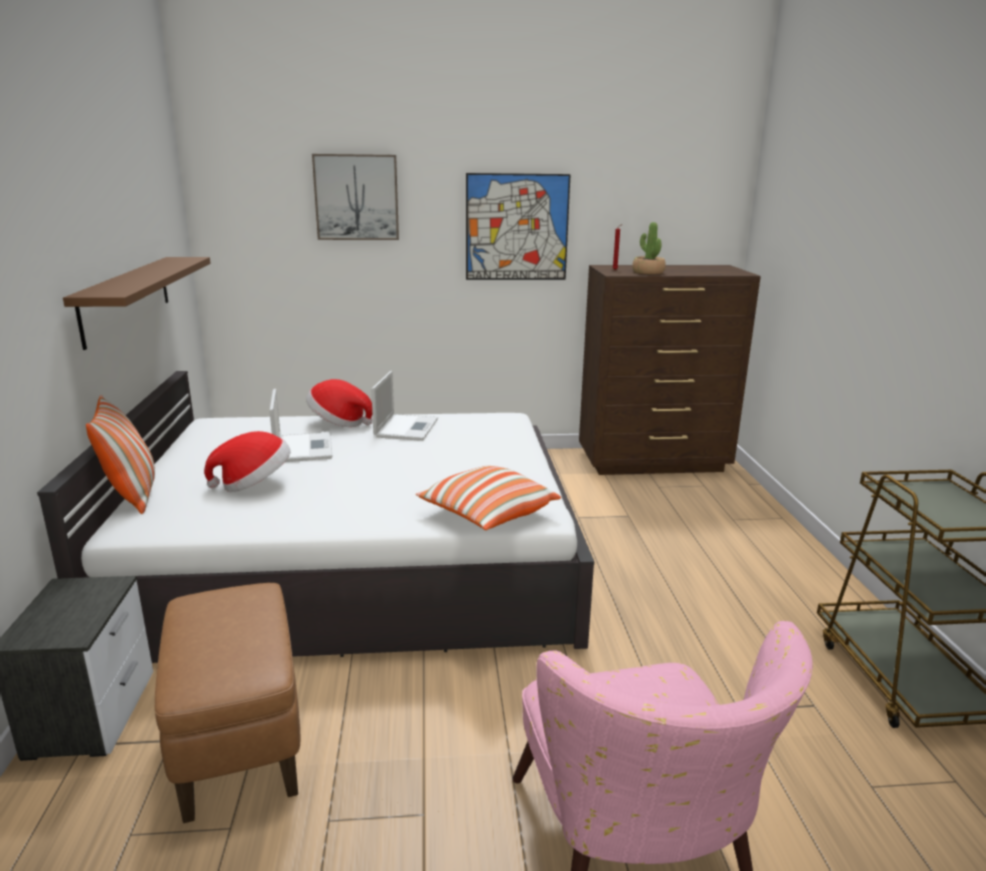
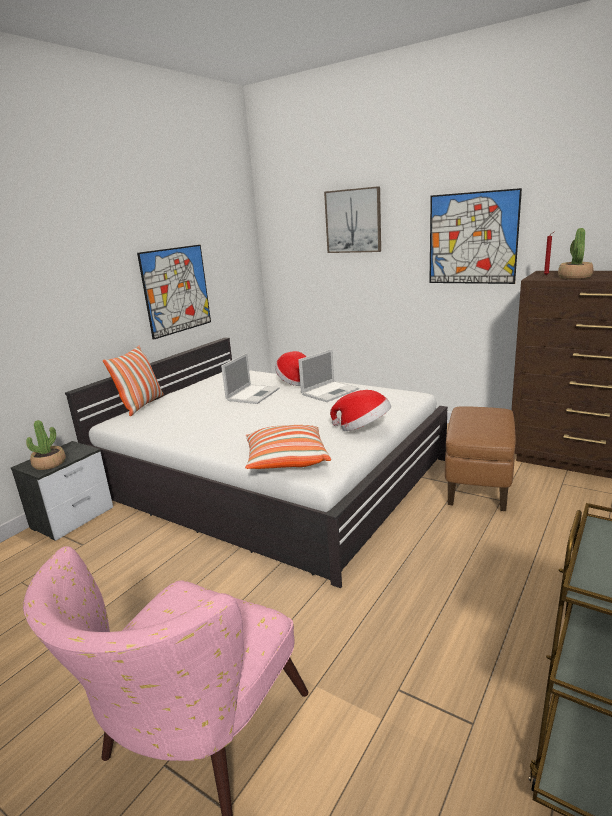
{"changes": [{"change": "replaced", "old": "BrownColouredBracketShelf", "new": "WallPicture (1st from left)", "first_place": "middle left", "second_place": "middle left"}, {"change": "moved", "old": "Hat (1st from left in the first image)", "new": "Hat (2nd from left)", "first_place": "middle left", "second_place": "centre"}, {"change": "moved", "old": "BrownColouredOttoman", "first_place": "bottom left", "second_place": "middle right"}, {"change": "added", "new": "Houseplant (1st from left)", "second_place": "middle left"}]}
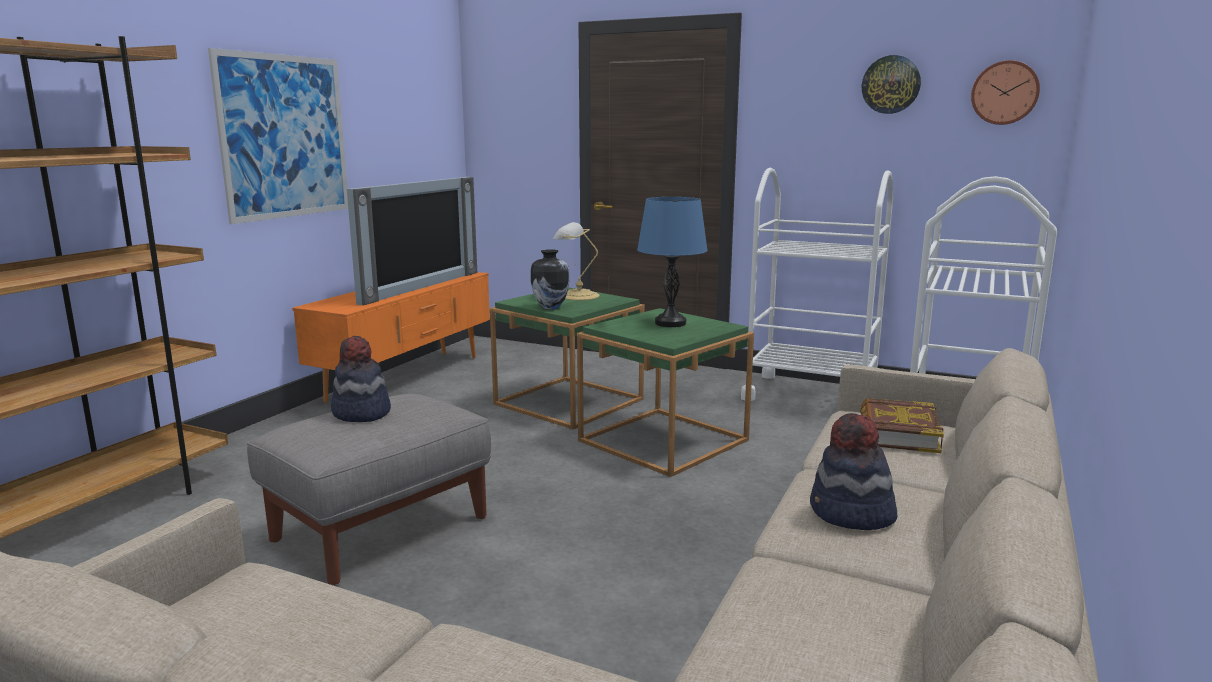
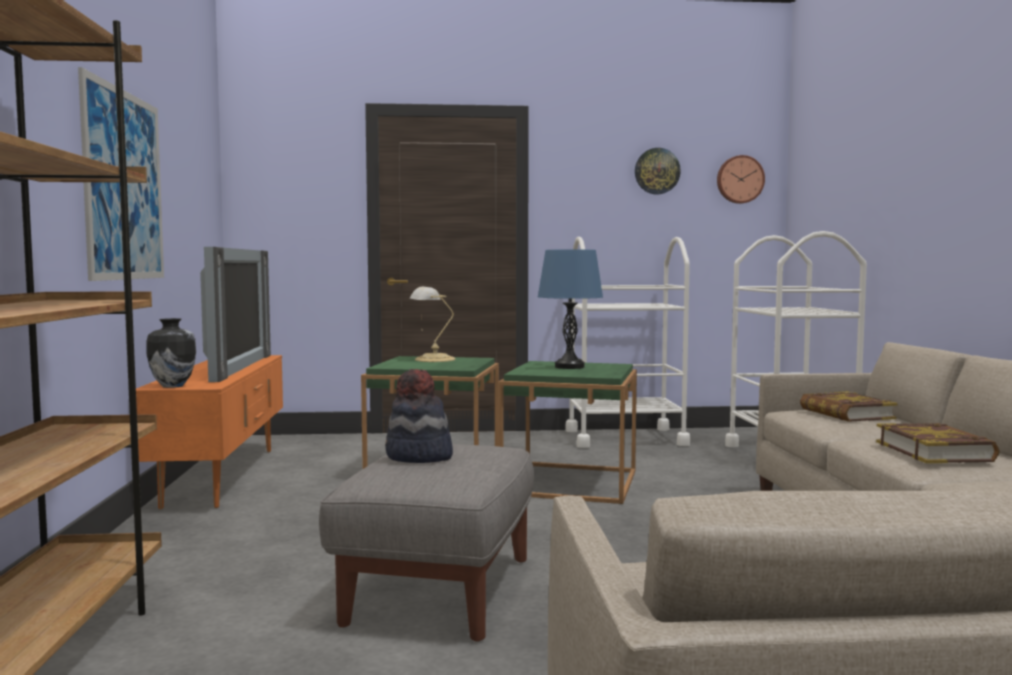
{"changes": [{"change": "moved", "old": "FlowerVase", "first_place": "centre", "second_place": "middle left"}, {"change": "replaced", "old": "Hat (2nd from left)", "new": "BoundBook (2nd from left)", "first_place": "bottom right", "second_place": "middle right"}]}
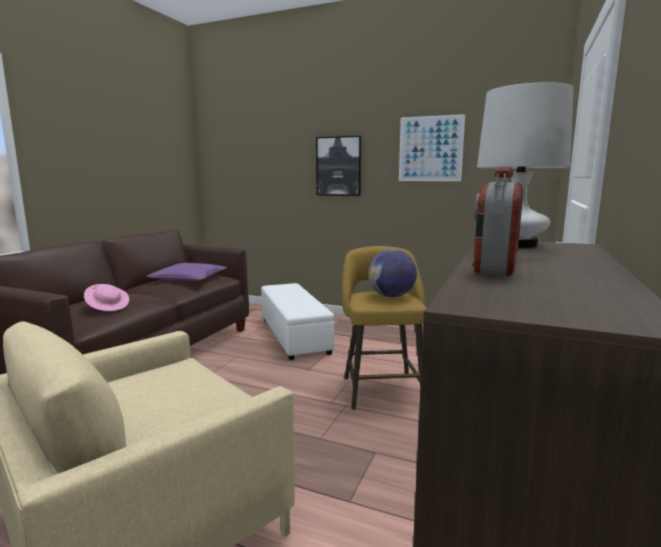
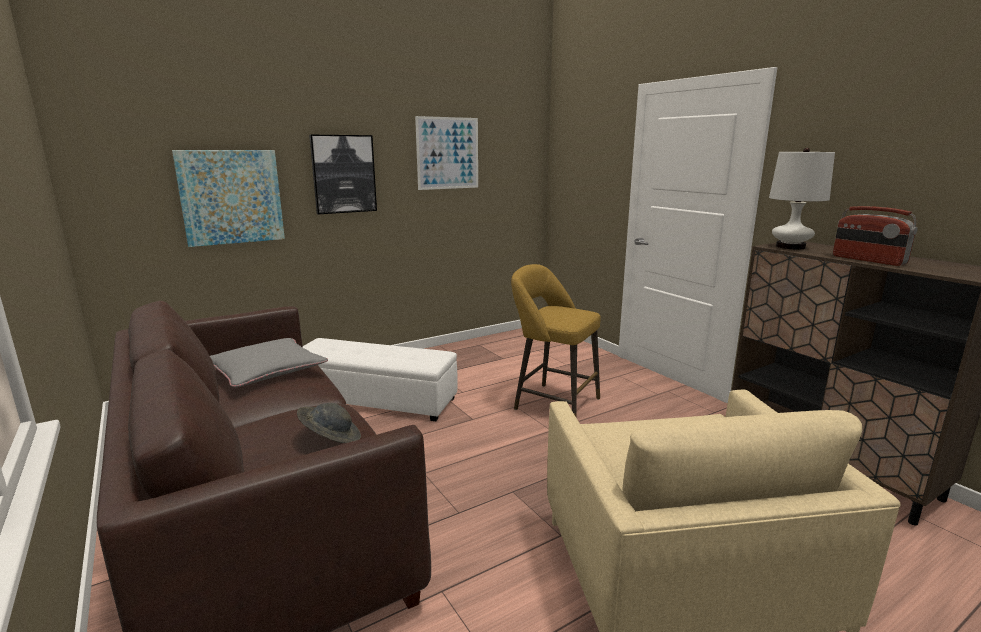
{"changes": [{"change": "removed", "old": "Globe", "first_place": "centre"}, {"change": "recoloured", "old": "PurplishCushion", "new": "GrayCushion", "first_place": "middle left", "second_place": "middle left"}, {"change": "recoloured", "old": "PinkishHat", "new": "GrayHat", "first_place": "middle left", "second_place": "bottom centre"}, {"change": "added", "new": "WallPicture (1st from left)", "second_place": "top left"}]}
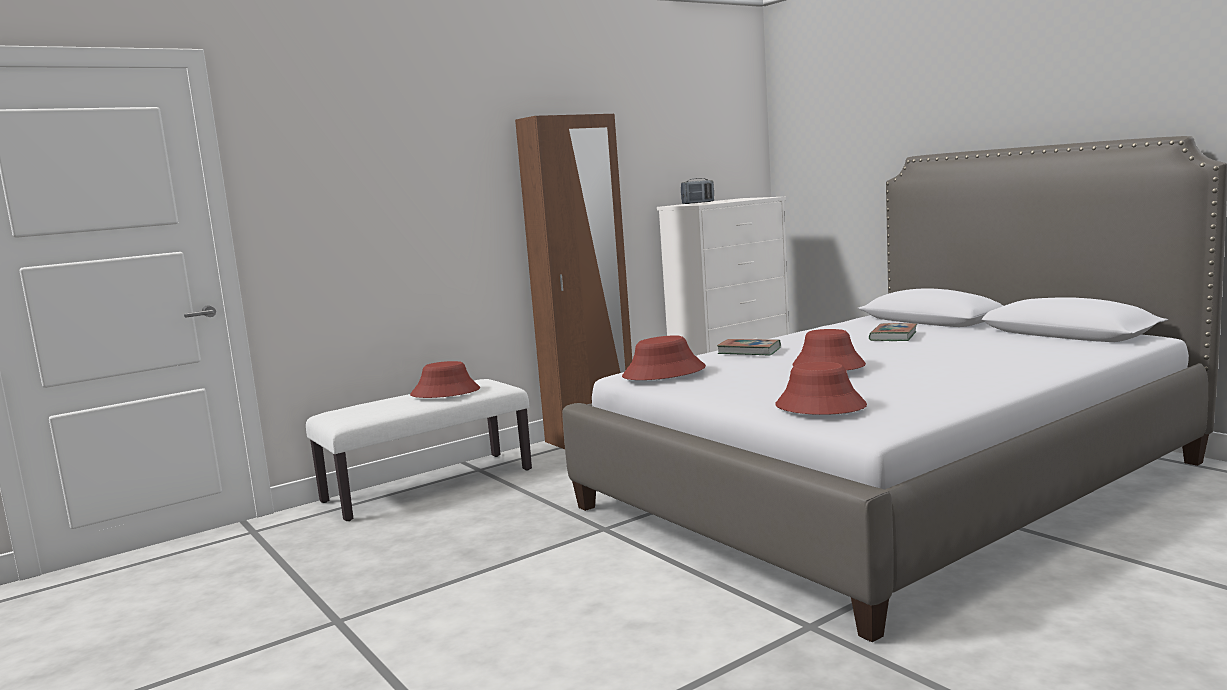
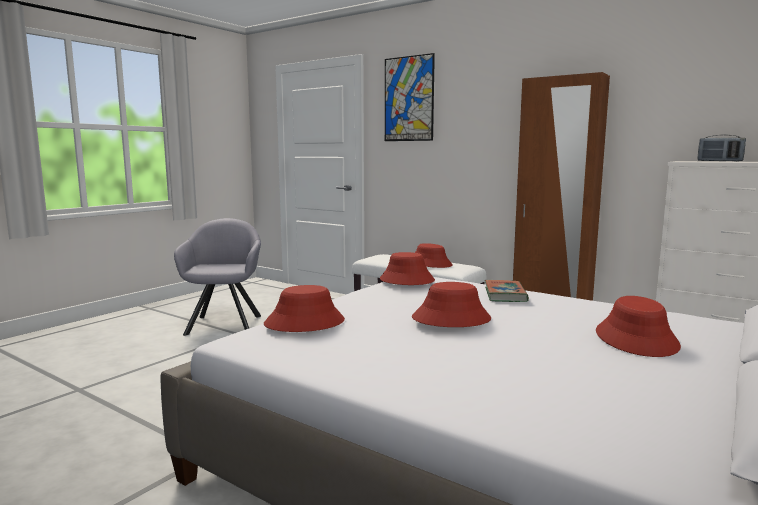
{"changes": [{"change": "replaced", "old": "BoundBook (2nd from left)", "new": "ReddishHat (5th from left)", "first_place": "middle right", "second_place": "middle right"}, {"change": "added", "new": "WallPicture", "second_place": "top centre"}, {"change": "added", "new": "GrayLoungeChair", "second_place": "middle left"}]}
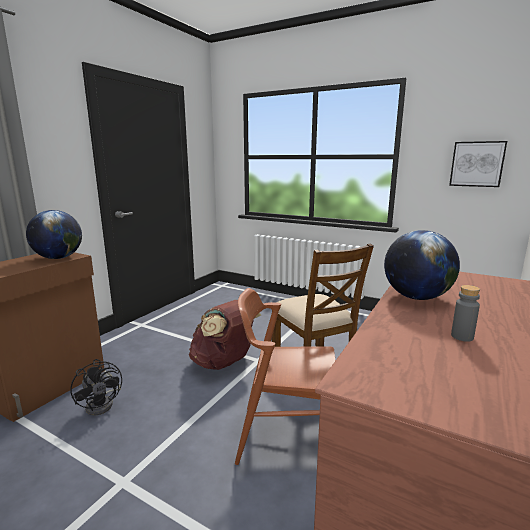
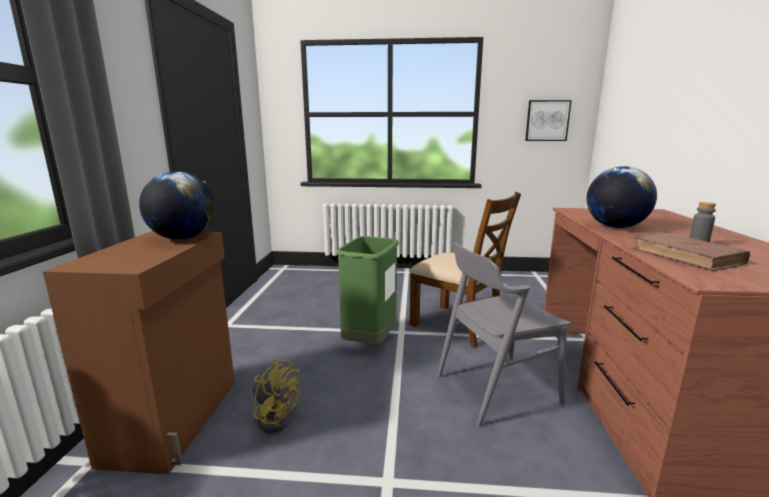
{"changes": [{"change": "recoloured", "old": "BrownColouredPlainChair (1st from left)", "new": "GrayPlainChair", "first_place": "bottom centre", "second_place": "bottom centre"}, {"change": "replaced", "old": "BrownColouredKnapsack", "new": "GreenishWasteBin", "first_place": "centre", "second_place": "centre"}, {"change": "recoloured", "old": "BlackColouredFan", "new": "YellowColouredFan", "first_place": "bottom left", "second_place": "bottom centre"}, {"change": "added", "new": "BrownColouredBoundBook", "second_place": "middle right"}]}
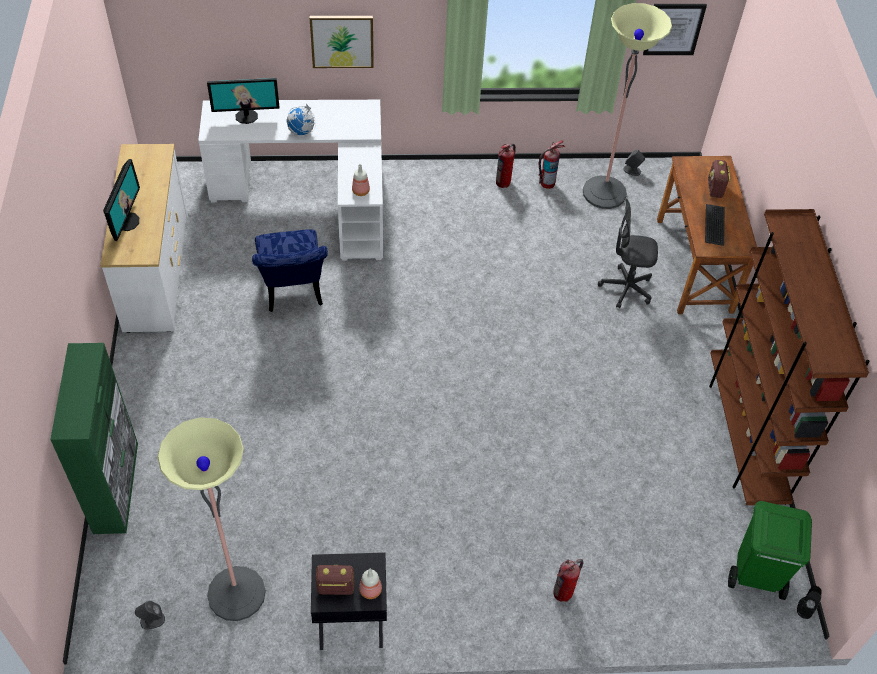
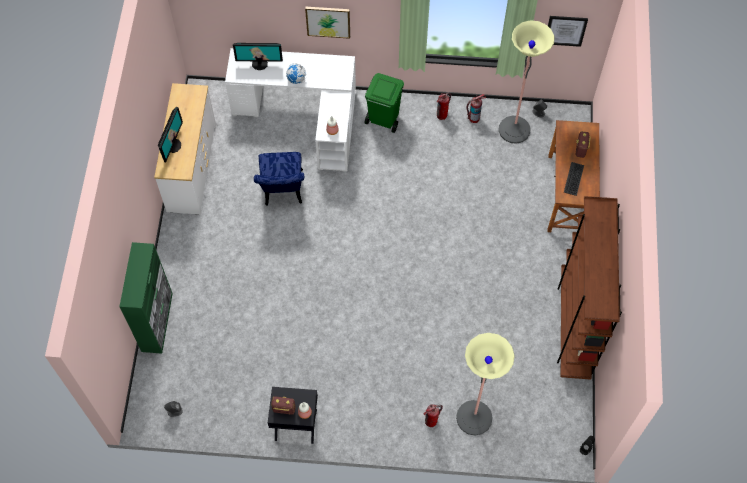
{"changes": [{"change": "removed", "old": "GrayComputerChair", "first_place": "middle right"}, {"change": "moved", "old": "StandingLamp (1st from left)", "first_place": "bottom left", "second_place": "bottom centre"}, {"change": "moved", "old": "GreenishWasteBin", "first_place": "bottom right", "second_place": "top centre"}]}
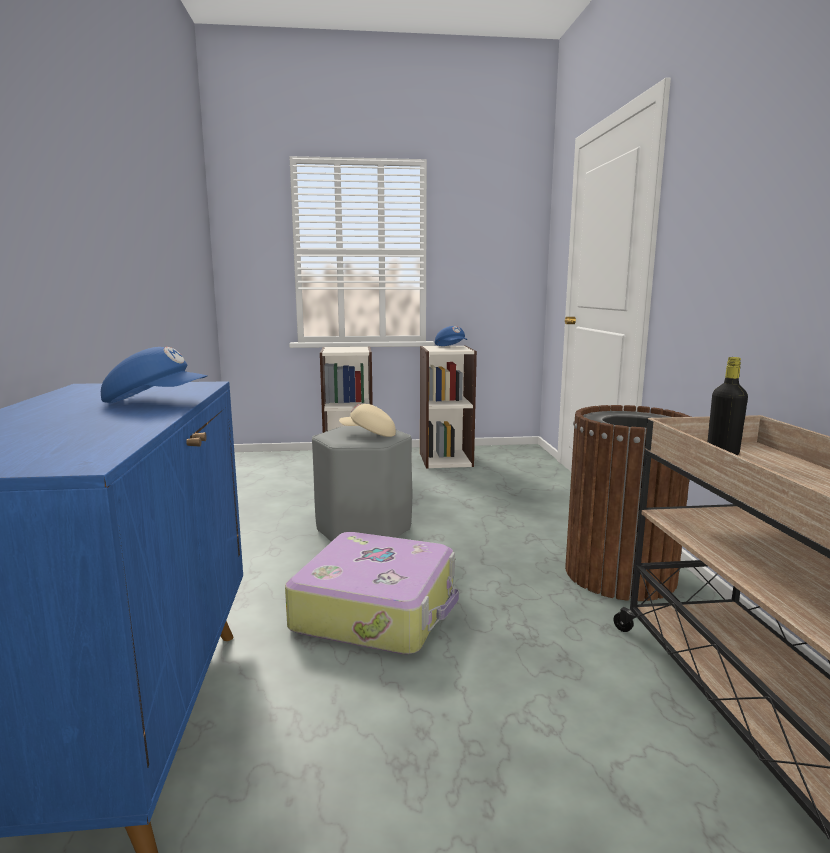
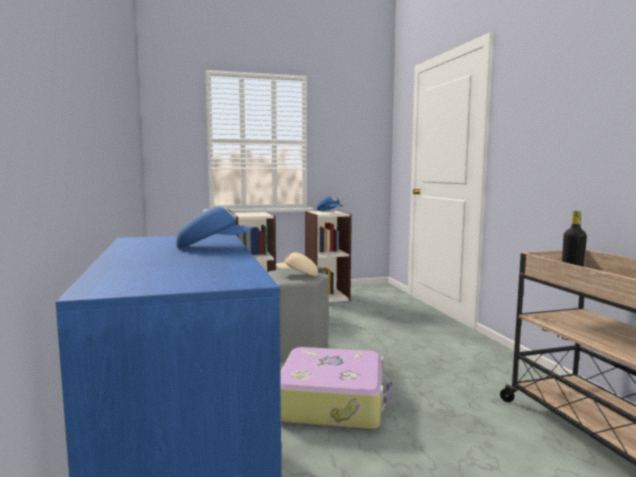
{"changes": [{"change": "removed", "old": "BrownColouredWasteBin", "first_place": "middle right"}]}
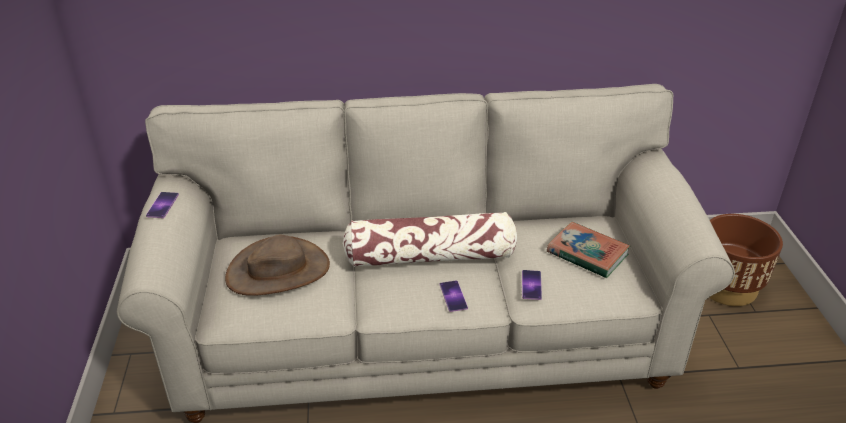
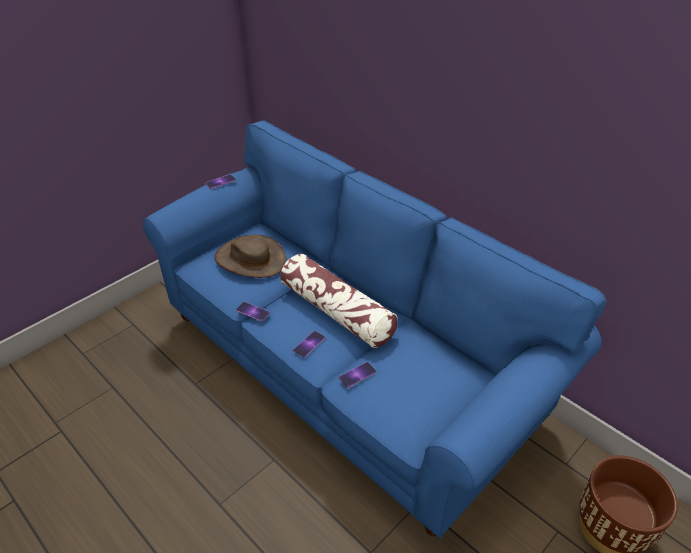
{"changes": [{"change": "recoloured", "old": "SandColouredCouch", "new": "BluishCouch", "first_place": "centre", "second_place": "centre"}, {"change": "removed", "old": "BoundBook", "first_place": "middle right"}, {"change": "added", "new": "Telephone (2nd from left)", "second_place": "centre"}]}
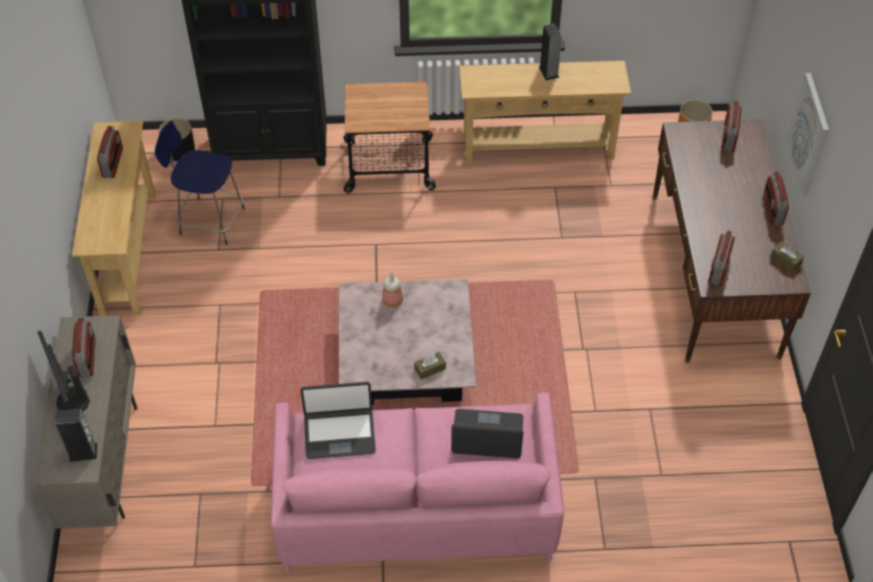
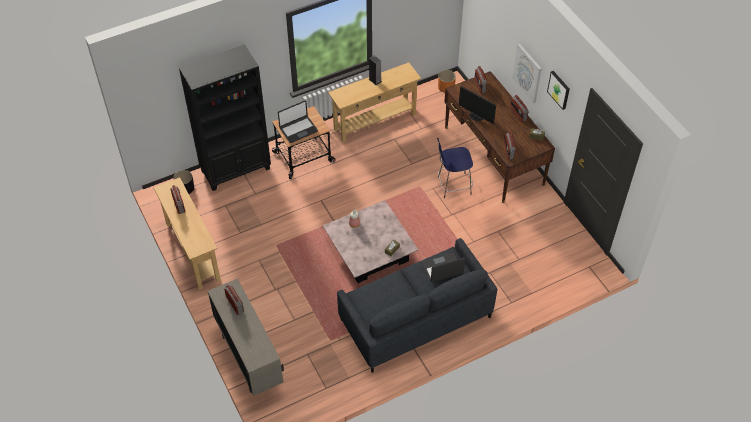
{"changes": [{"change": "moved", "old": "BluishStoolSeat", "first_place": "top left", "second_place": "centre"}, {"change": "moved", "old": "Monitor", "first_place": "middle left", "second_place": "top centre"}, {"change": "moved", "old": "PortableComputer (1st from left)", "first_place": "bottom centre", "second_place": "top centre"}, {"change": "recoloured", "old": "PinkishCouch", "new": "GrayCouch", "first_place": "bottom centre", "second_place": "bottom centre"}, {"change": "removed", "old": "AudioSpeaker (1st from left)", "first_place": "bottom left"}, {"change": "added", "new": "WallPicture (2nd from left)", "second_place": "top right"}]}
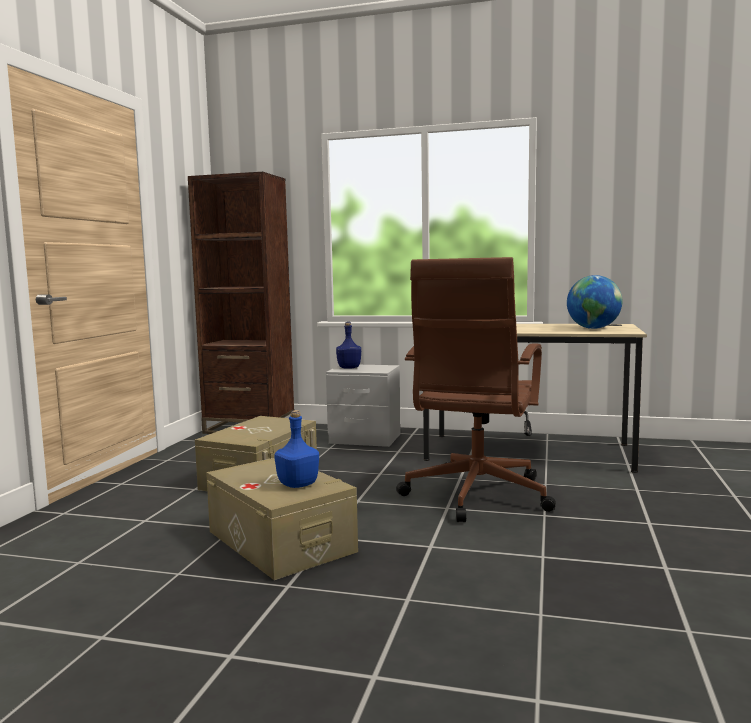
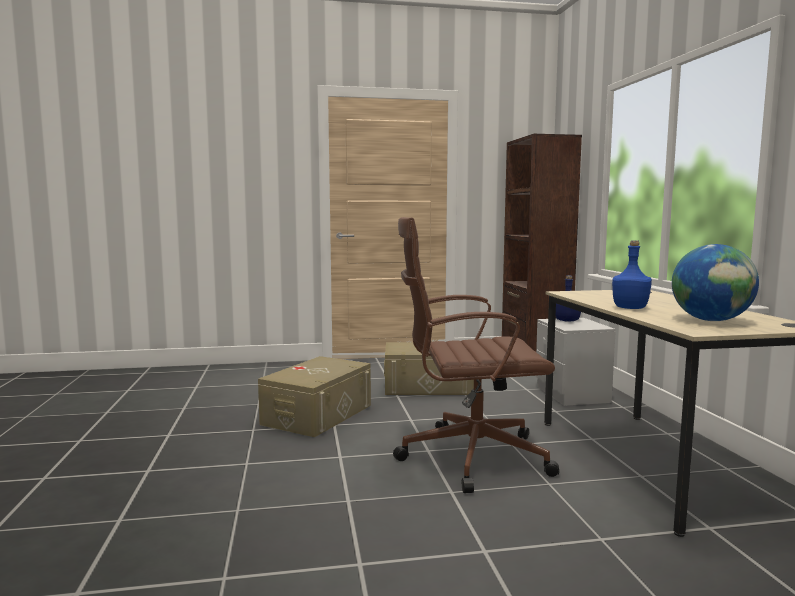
{"changes": [{"change": "moved", "old": "BluishDrinkBottle (1st from left in the first image)", "new": "BluishDrinkBottle (2nd from left)", "first_place": "centre", "second_place": "middle right"}]}
